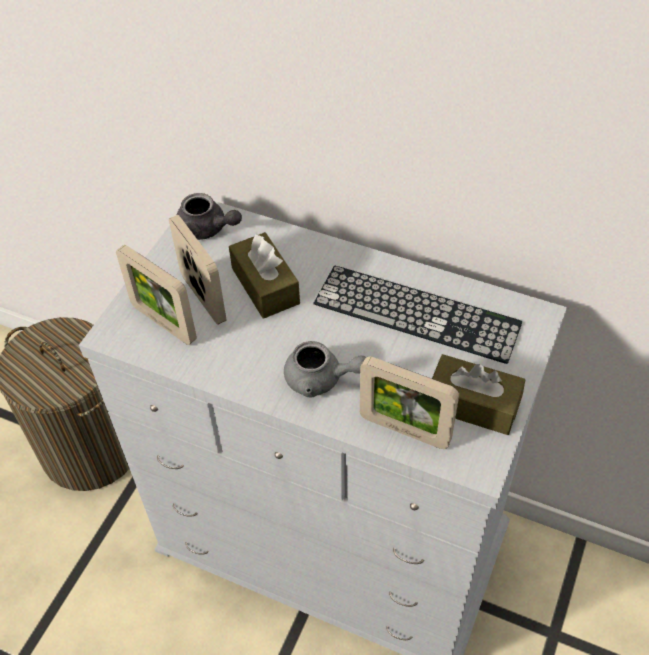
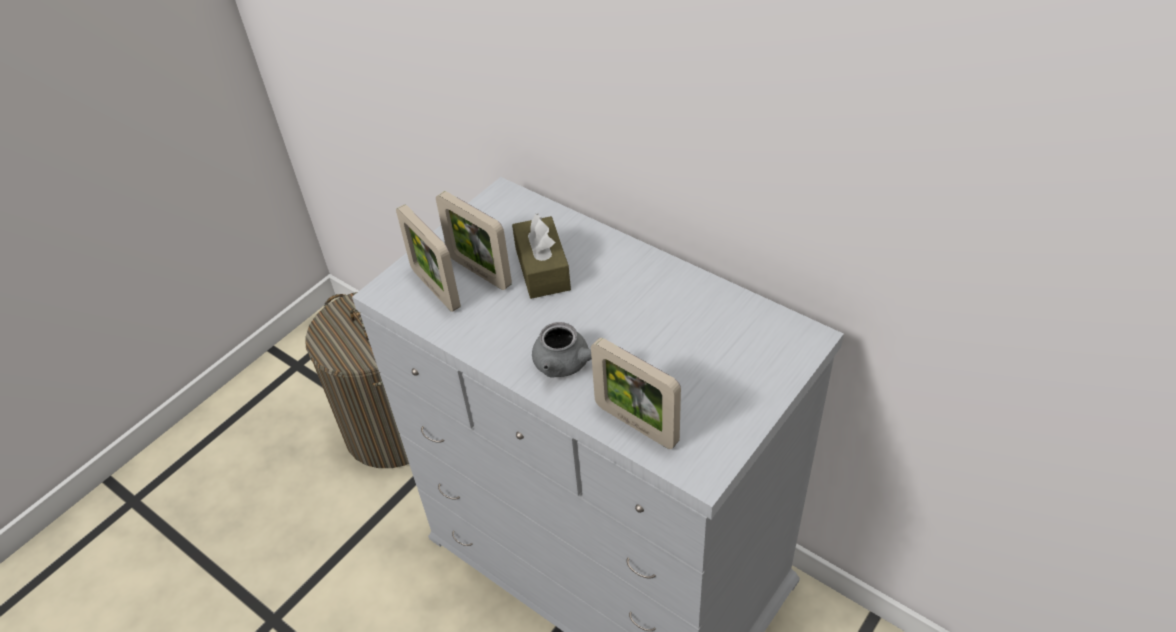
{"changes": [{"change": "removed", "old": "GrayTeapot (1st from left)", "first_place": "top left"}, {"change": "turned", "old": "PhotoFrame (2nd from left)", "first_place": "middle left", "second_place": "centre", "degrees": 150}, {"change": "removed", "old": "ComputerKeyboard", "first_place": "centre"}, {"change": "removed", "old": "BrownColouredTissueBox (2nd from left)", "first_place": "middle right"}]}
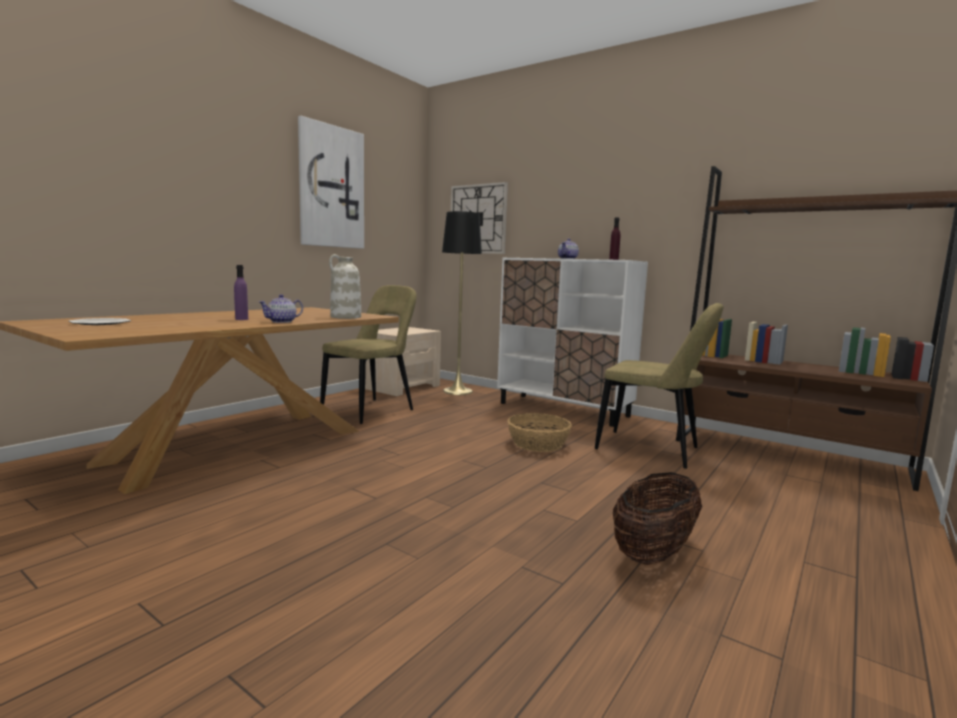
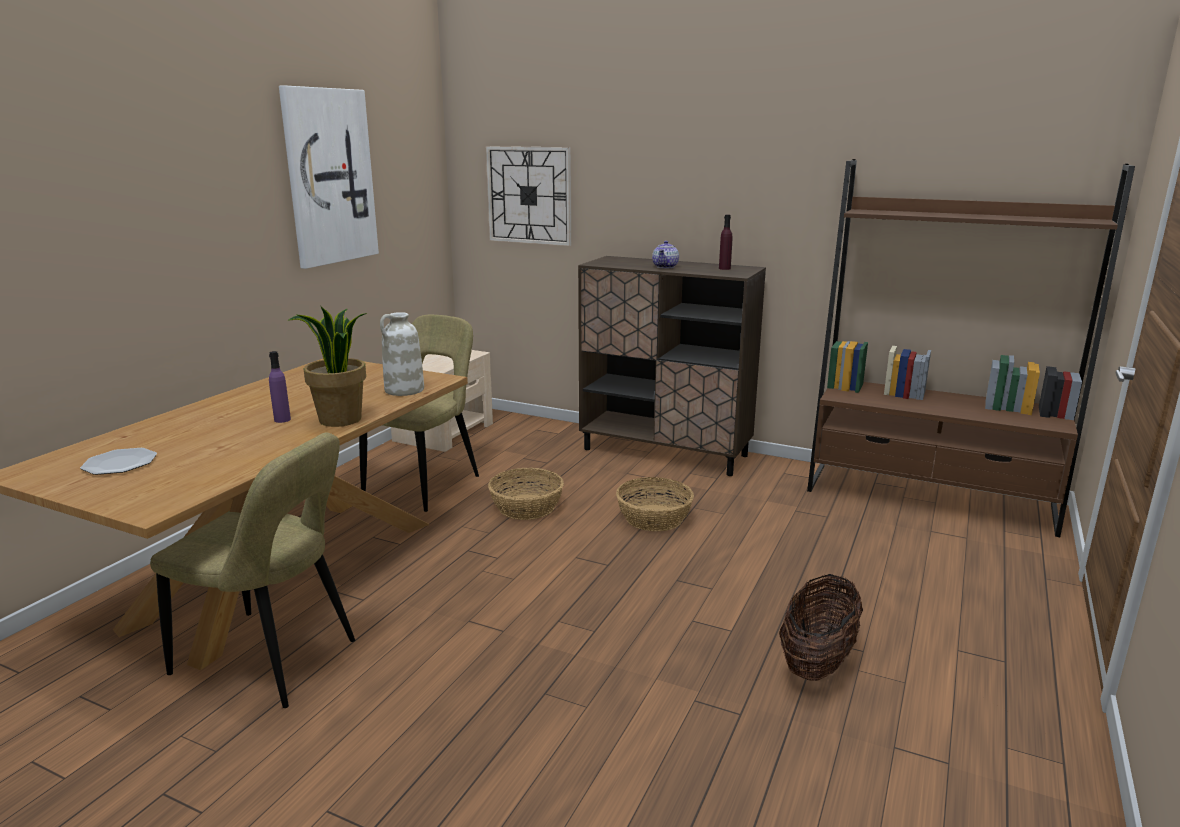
{"changes": [{"change": "removed", "old": "BlackColouredStandingLamp", "first_place": "centre"}, {"change": "recoloured", "old": "WhiteColouredCabinet", "new": "BrownColouredCabinet", "first_place": "centre", "second_place": "centre"}, {"change": "replaced", "old": "Teapot (1st from left)", "new": "Houseplant", "first_place": "middle left", "second_place": "middle left"}, {"change": "moved", "old": "SandColouredPlainChair (2nd from left in the first image)", "new": "SandColouredPlainChair (1st from left)", "first_place": "middle right", "second_place": "bottom left"}, {"change": "added", "new": "StorageBasket (1st from left)", "second_place": "centre"}]}
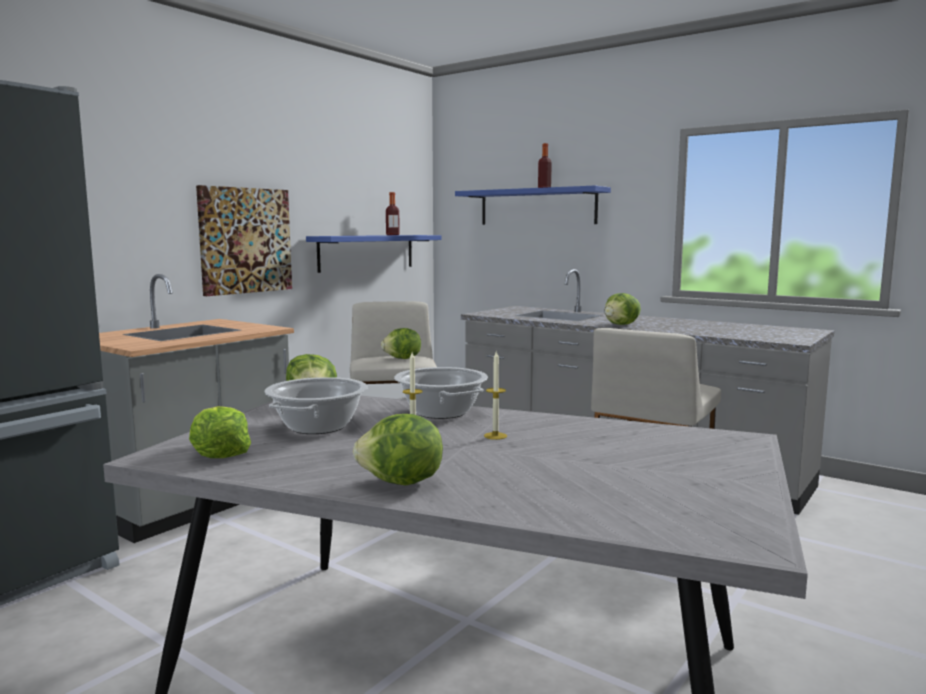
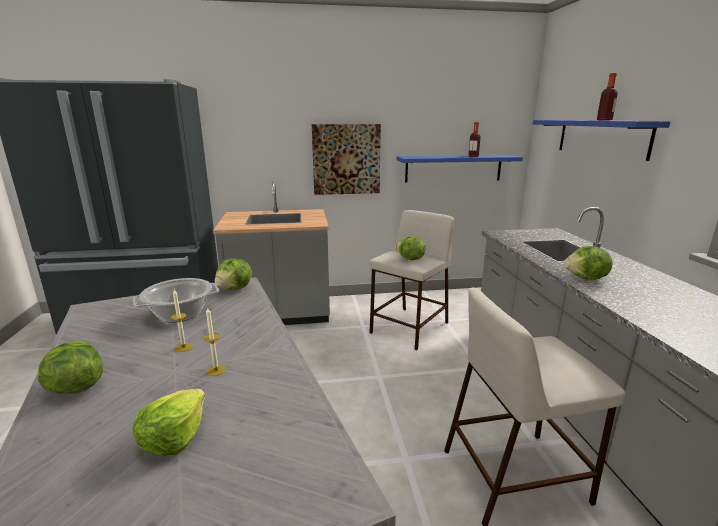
{"changes": [{"change": "removed", "old": "Stockpot (2nd from left)", "first_place": "centre"}, {"change": "moved", "old": "LettuceHead (1st from left in the first image)", "new": "LettuceHead (2nd from left)", "first_place": "middle left", "second_place": "bottom left"}]}
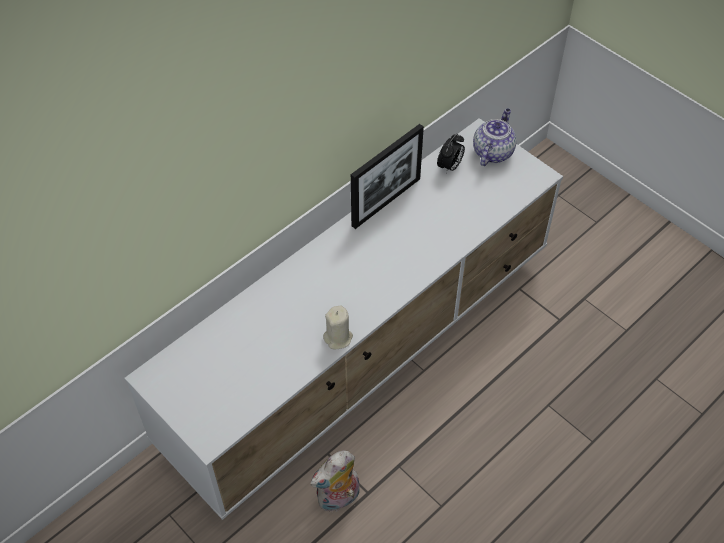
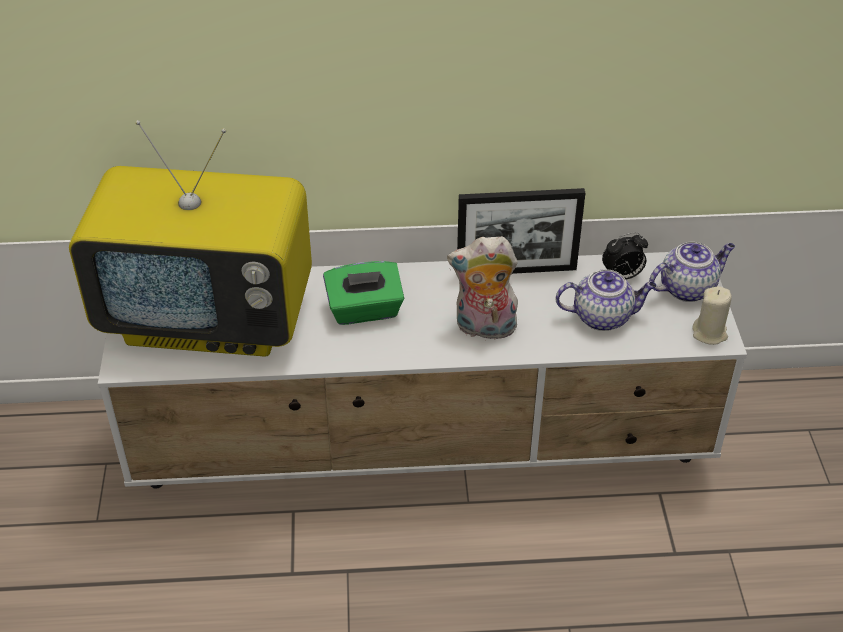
{"changes": [{"change": "moved", "old": "SandColouredWaxLight", "first_place": "centre", "second_place": "middle right"}, {"change": "moved", "old": "CuddlyToy", "first_place": "bottom centre", "second_place": "centre"}, {"change": "added", "new": "Tv", "second_place": "middle left"}, {"change": "added", "new": "GreenishTissueBox", "second_place": "centre"}, {"change": "added", "new": "Teapot (1st from left)", "second_place": "middle right"}]}
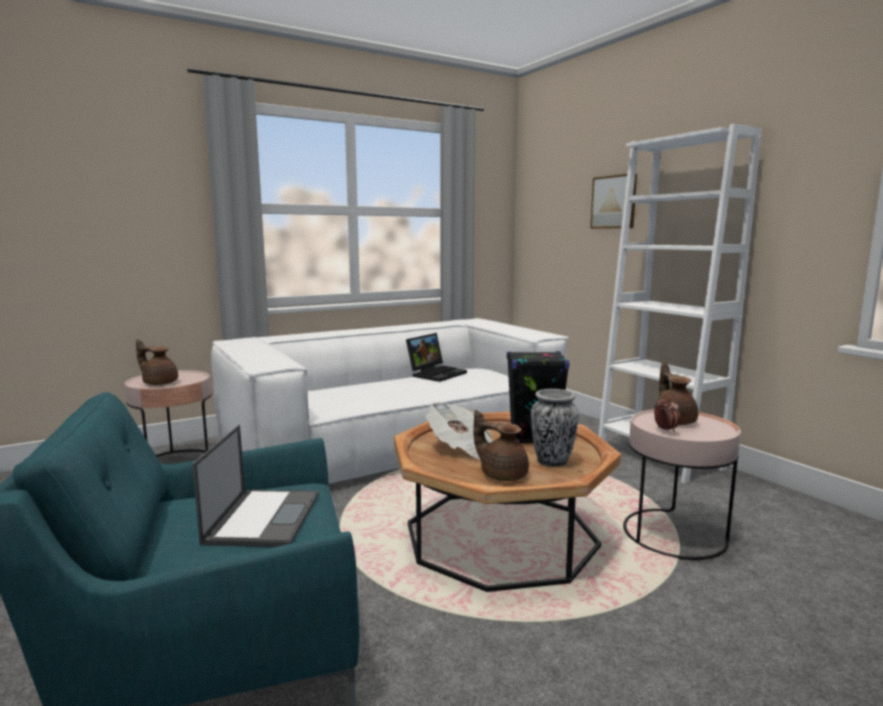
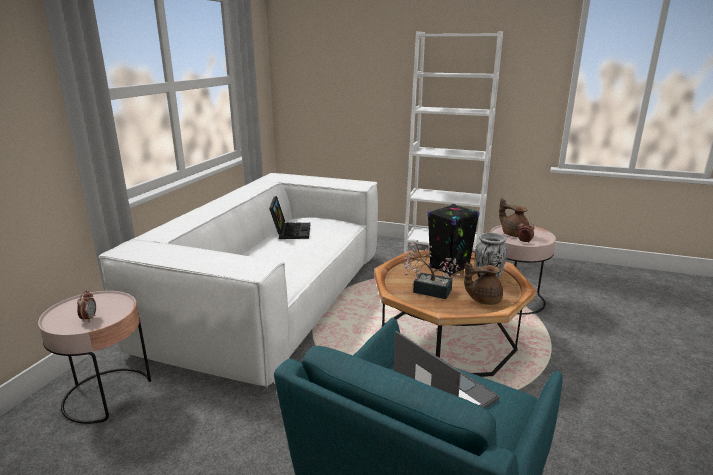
{"changes": [{"change": "removed", "old": "WallPicture", "first_place": "top right"}, {"change": "replaced", "old": "BrownColouredTeapot (1st from left)", "new": "BedsideClock (1st from left)", "first_place": "middle left", "second_place": "middle left"}, {"change": "replaced", "old": "DailyPaper", "new": "Houseplant", "first_place": "centre", "second_place": "centre"}]}
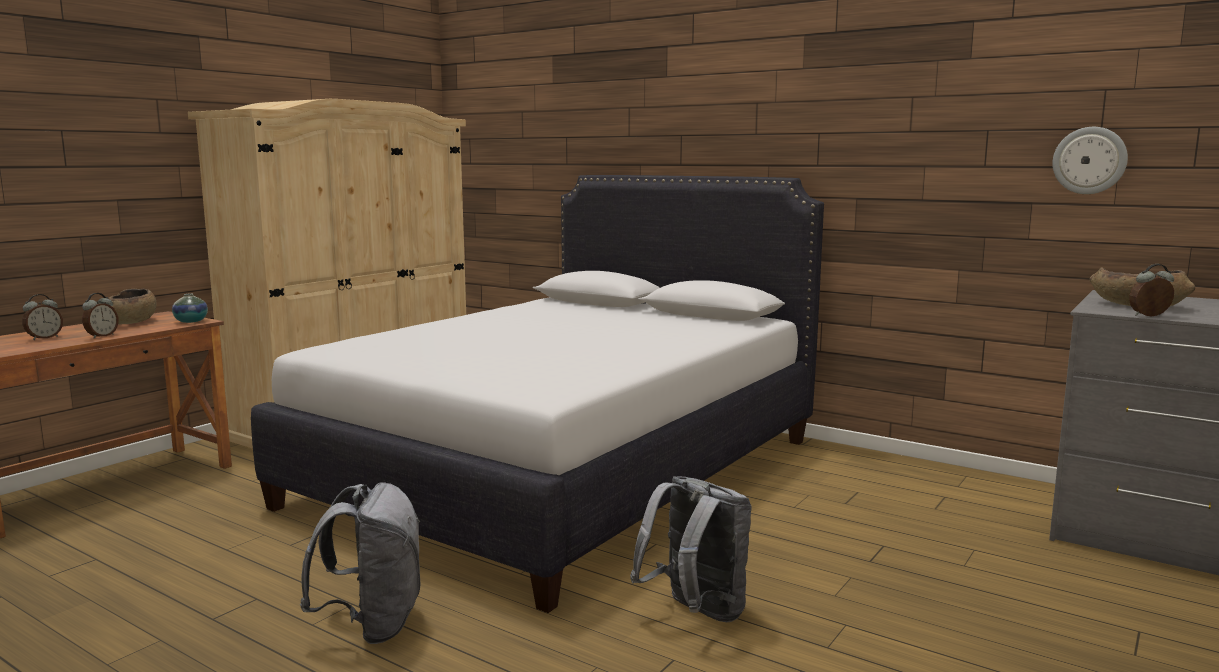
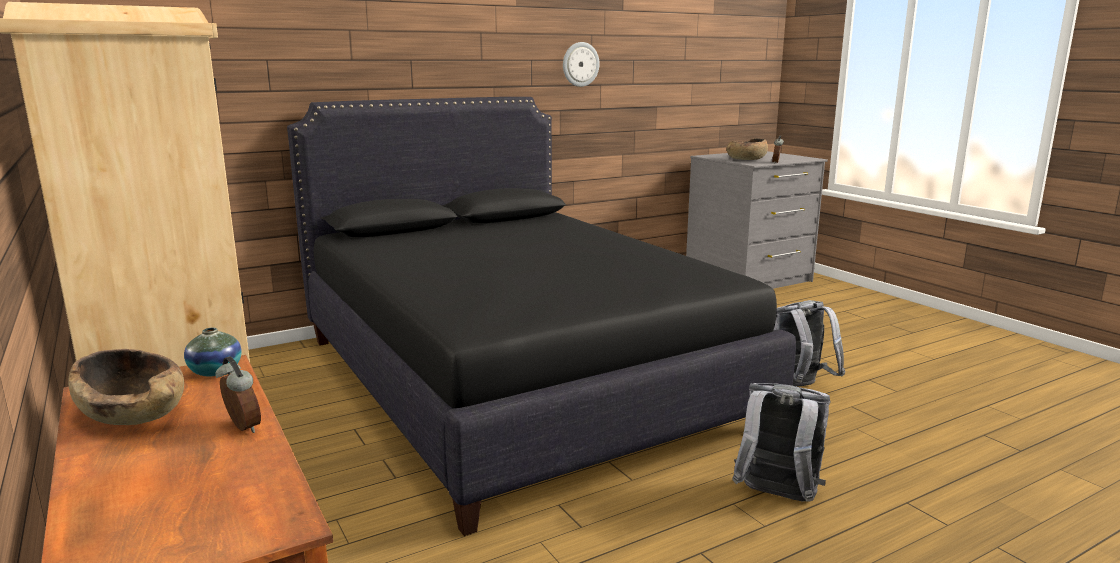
{"changes": [{"change": "moved", "old": "WallClock", "first_place": "top right", "second_place": "top centre"}, {"change": "recoloured", "old": "WhiteColouredBed", "new": "BlackColouredBed", "first_place": "centre", "second_place": "centre"}, {"change": "removed", "old": "BedsideClock (1st from left)", "first_place": "middle left"}]}
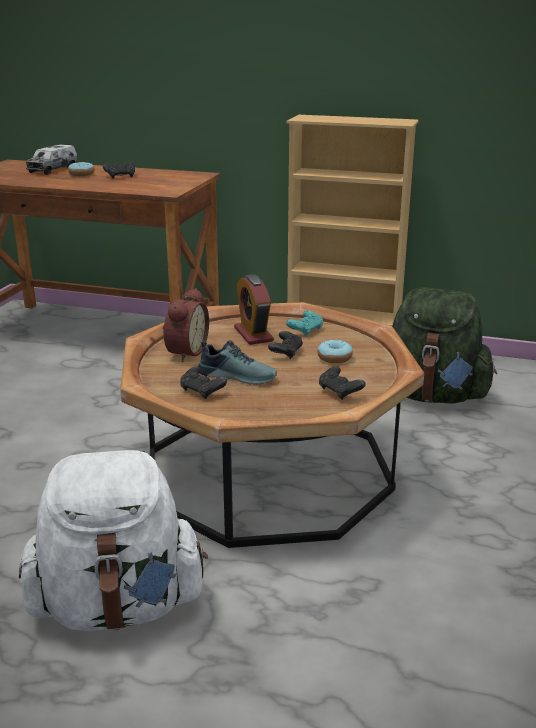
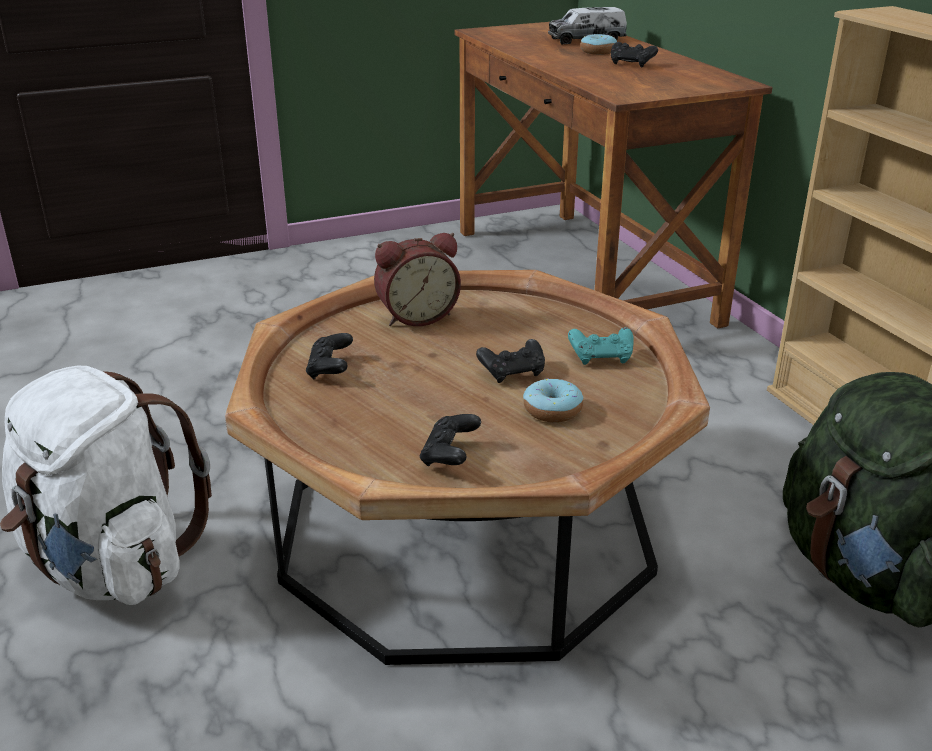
{"changes": [{"change": "removed", "old": "BedsideClock (2nd from left)", "first_place": "centre"}, {"change": "removed", "old": "ItemOfFootwear", "first_place": "centre"}]}
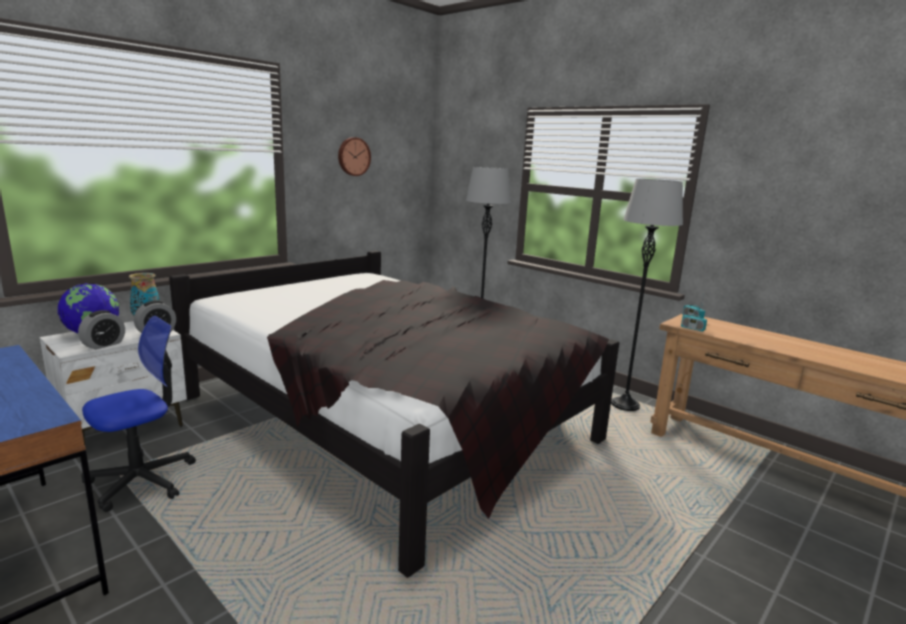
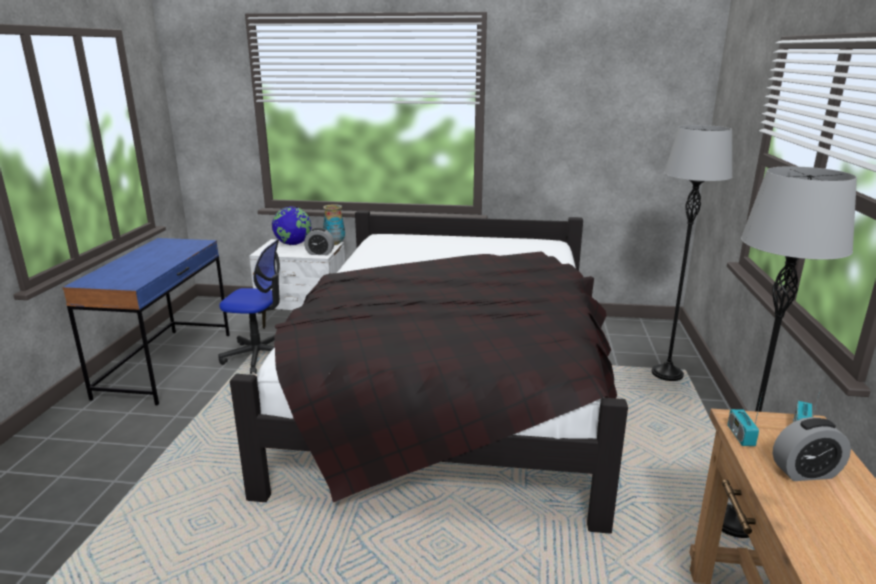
{"changes": [{"change": "removed", "old": "WallClock", "first_place": "top centre"}, {"change": "moved", "old": "BedsideClock (1st from left in the first image)", "new": "BedsideClock (2nd from left)", "first_place": "middle left", "second_place": "bottom right"}]}
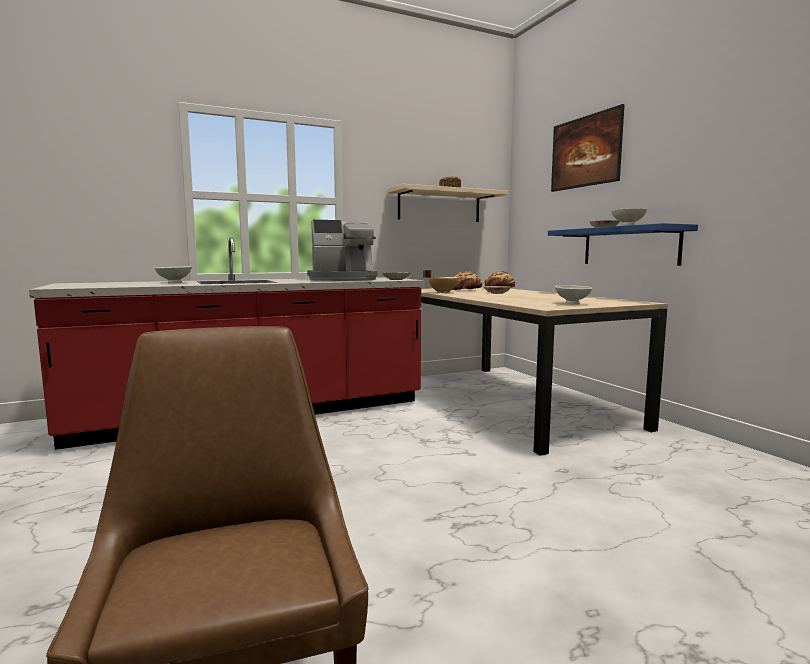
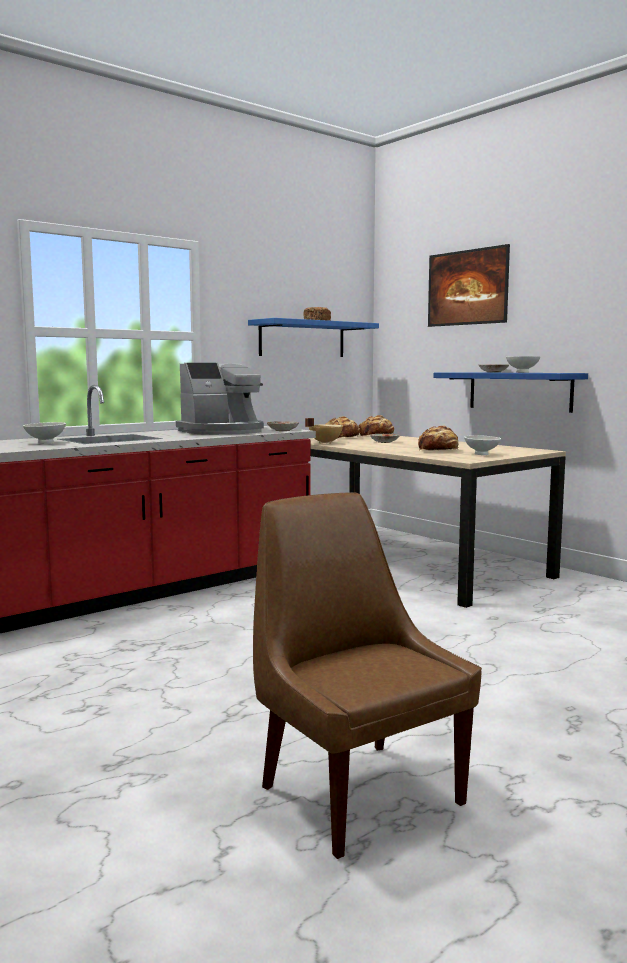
{"changes": [{"change": "recoloured", "old": "SandColouredBracketShelf", "new": "BluishBracketShelf (1st from left)", "first_place": "top centre", "second_place": "centre"}, {"change": "added", "new": "BakeryBread (4th from left)", "second_place": "middle right"}]}
